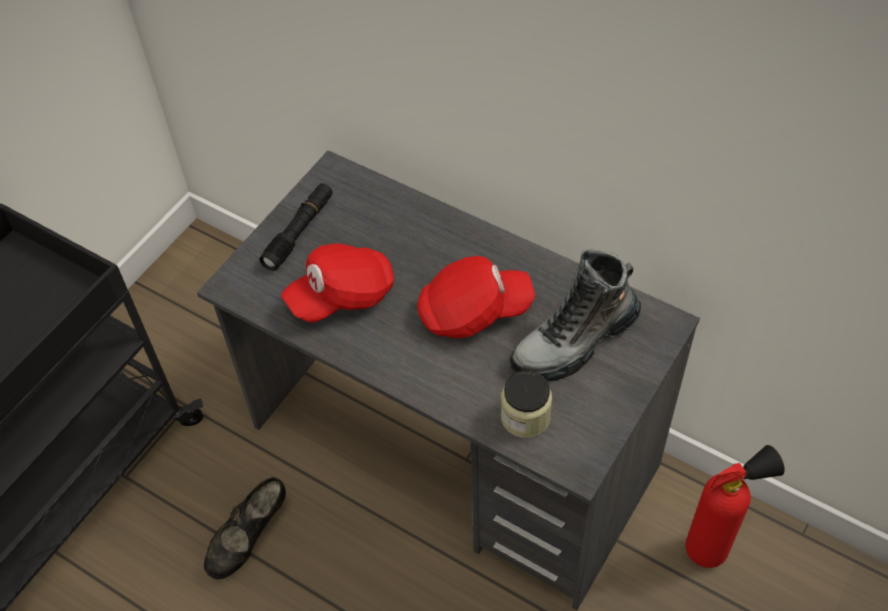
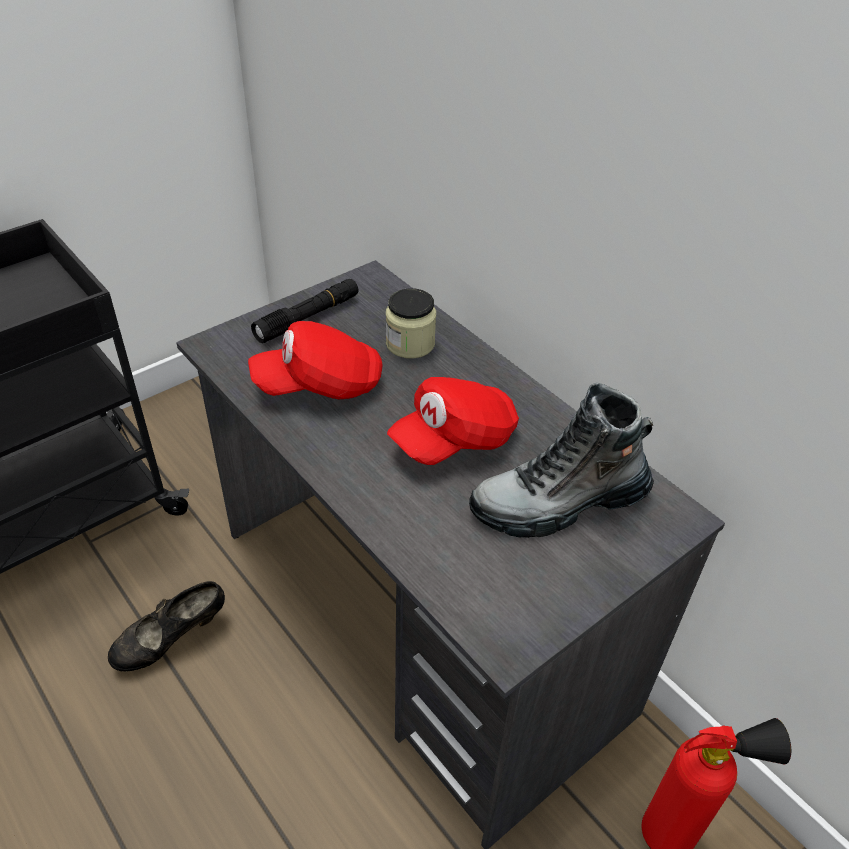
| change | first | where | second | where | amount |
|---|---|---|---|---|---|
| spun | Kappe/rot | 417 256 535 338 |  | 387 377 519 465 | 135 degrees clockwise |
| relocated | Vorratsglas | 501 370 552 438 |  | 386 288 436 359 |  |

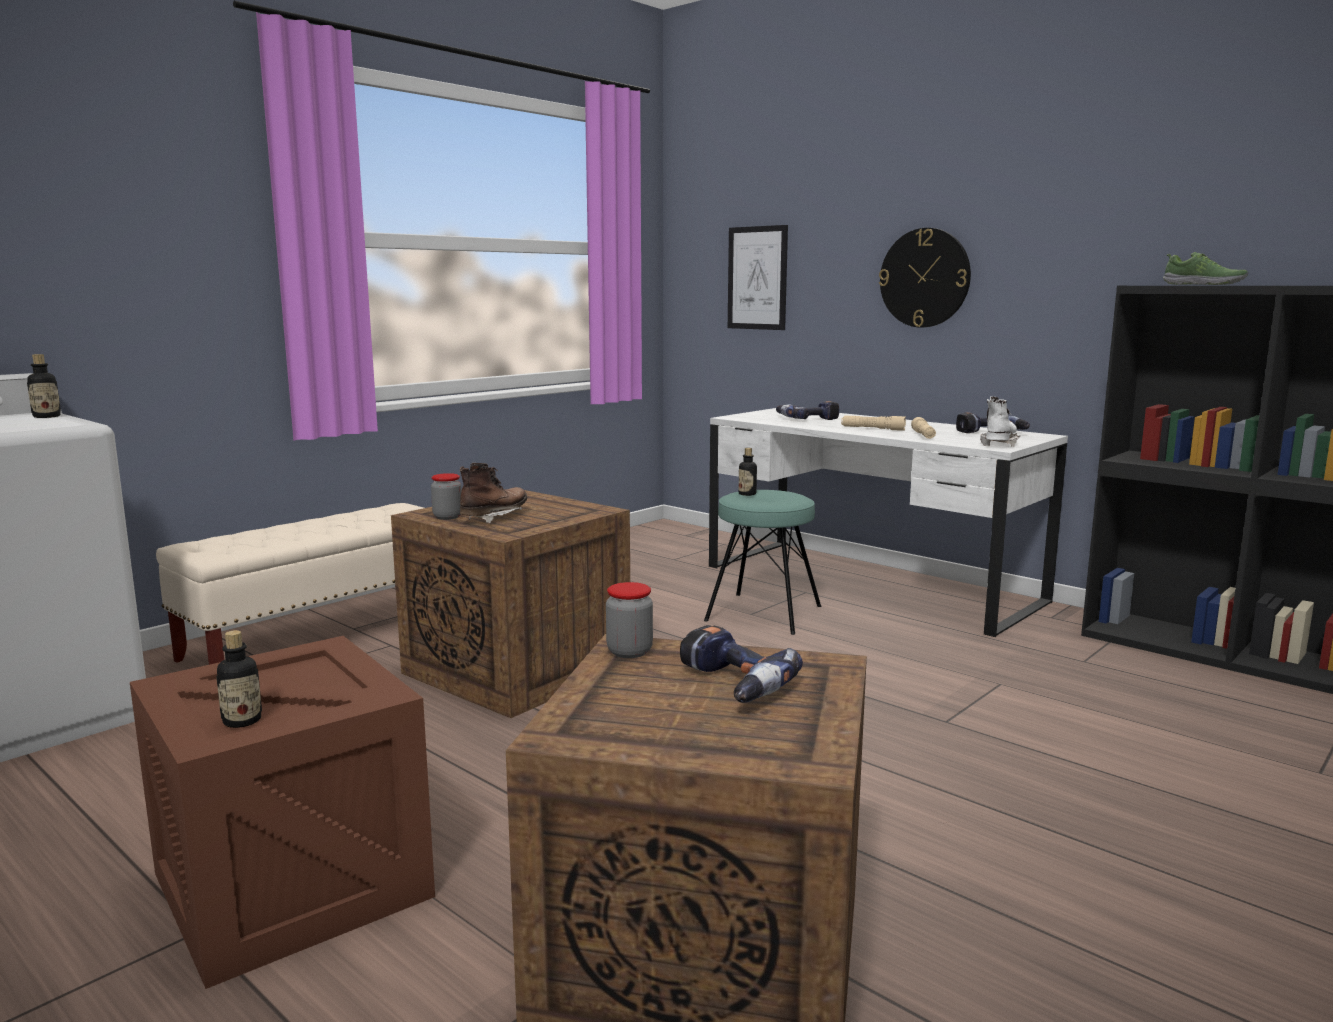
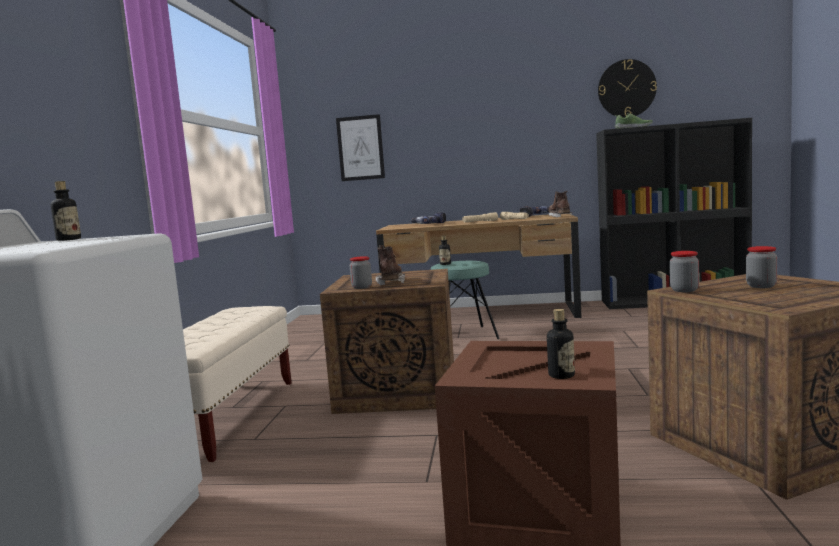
| change | first | where | second | where | amount |
|---|---|---|---|---|---|
| exchanged | Bohrmaschine | 680 625 803 703 | Vorratsglas | 746 246 777 288 |  |
| colour | Schreibtisch/weiß | 709 408 1068 637 | Schreibtisch/braun | 376 214 582 318 |  |
| relocated | Wanduhr | 879 228 971 328 |  | 598 59 657 118 |  |
| colour | Stiefel/weiß | 980 396 1020 447 | Stiefel/braun | 548 191 572 218 |  |

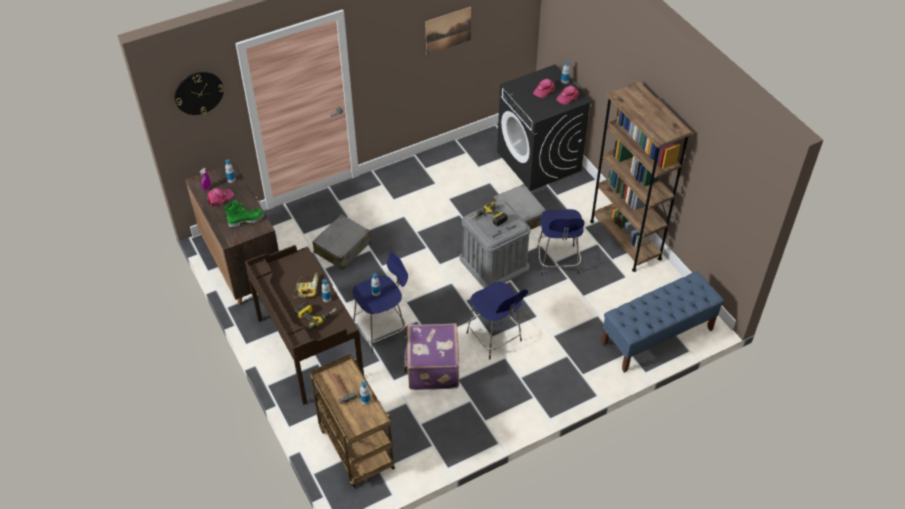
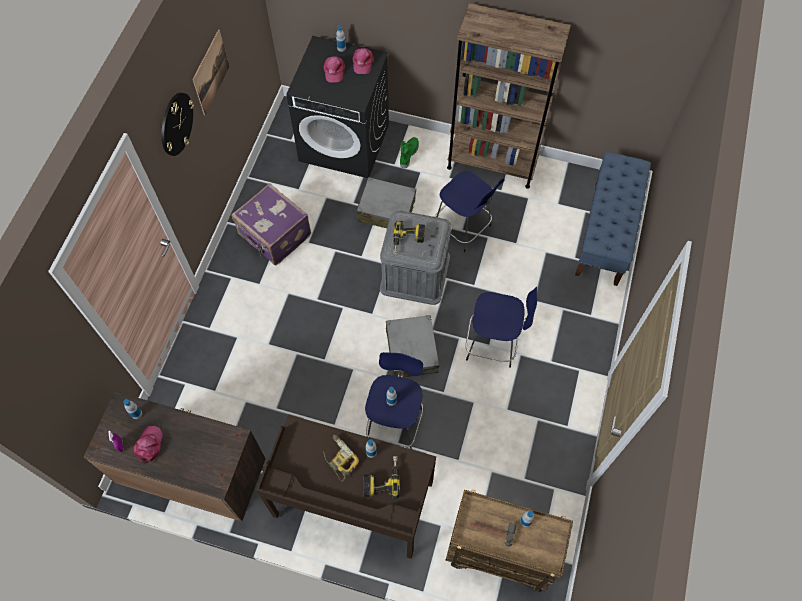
| change | first | where | second | where | amount |
|---|---|---|---|---|---|
| relocated | Wanduhr | 175 72 224 115 |  | 162 93 194 156 |  |
| relocated | Stiefel/grün | 224 200 265 228 |  | 400 137 419 168 |  |
| relocated | Koffer/grau | 312 214 371 270 |  | 386 315 439 377 |  |
| relocated | Koffer/lila | 403 323 459 390 |  | 232 183 311 265 |  |

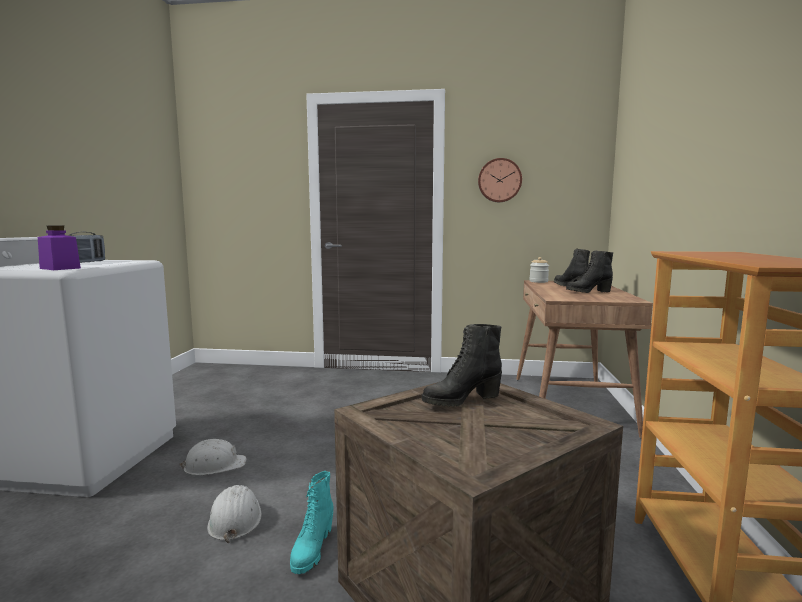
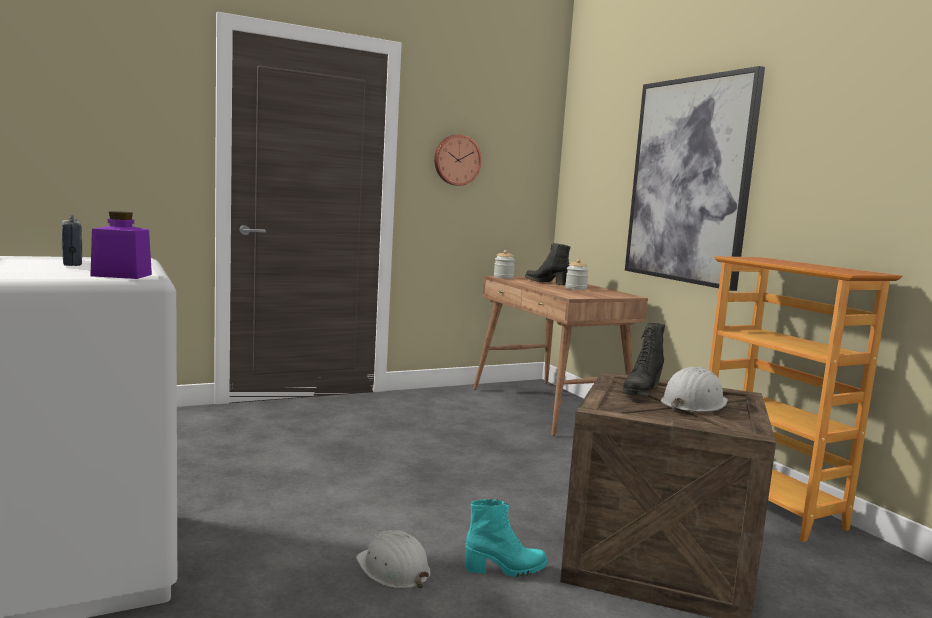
| change | first | where | second | where | amount |
|---|---|---|---|---|---|
| relocated | Schutzhelm/weiß | 179 439 246 475 |  | 661 367 728 412 |  |
| spun | Stiefel/türkis | 290 471 334 574 |  | 465 499 547 577 | 75 degrees counterclockwise |
| exchanged | Stiefel/schwarz | 566 250 613 293 | Vorratsglas | 565 259 589 290 |  |
| appeared |  |  | Bild | 625 66 765 291 |  |

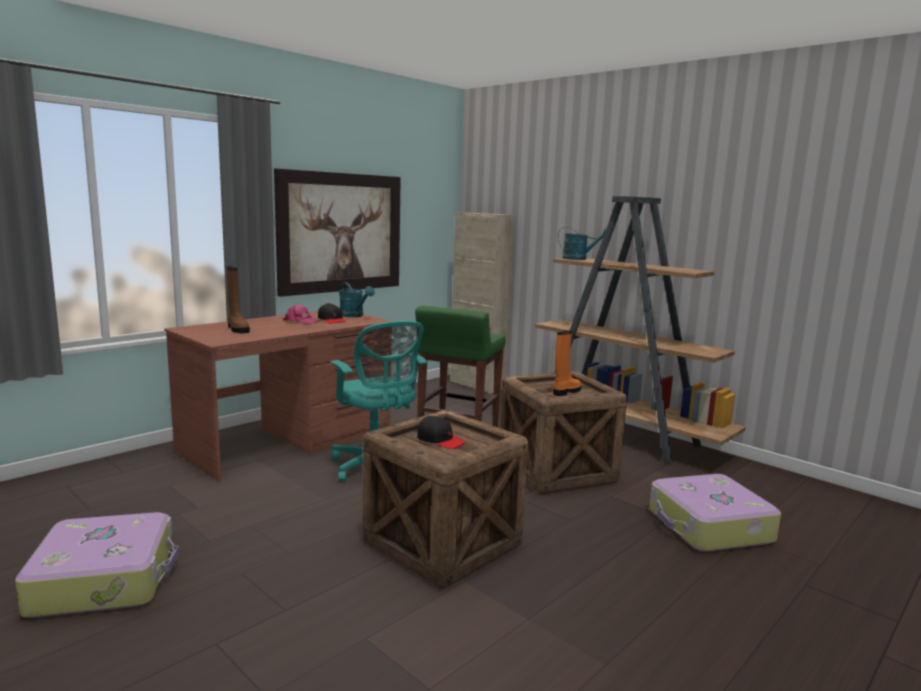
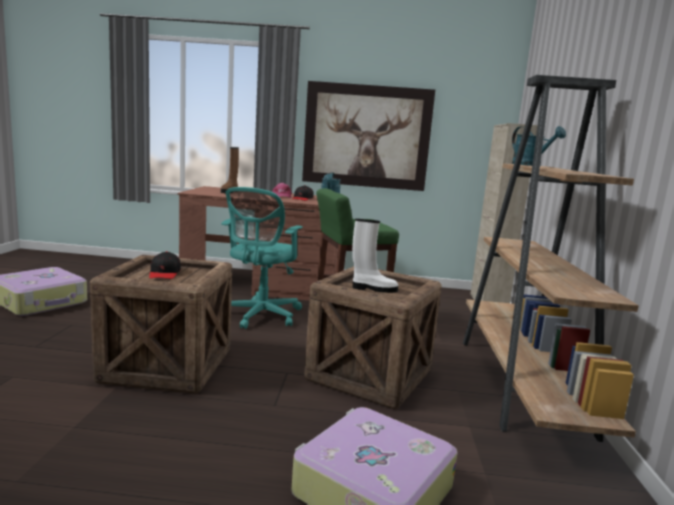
| change | first | where | second | where | amount |
|---|---|---|---|---|---|
| colour | Stiefel/orange | 553 331 582 396 | Stiefel/weiß | 352 219 398 293 |  |

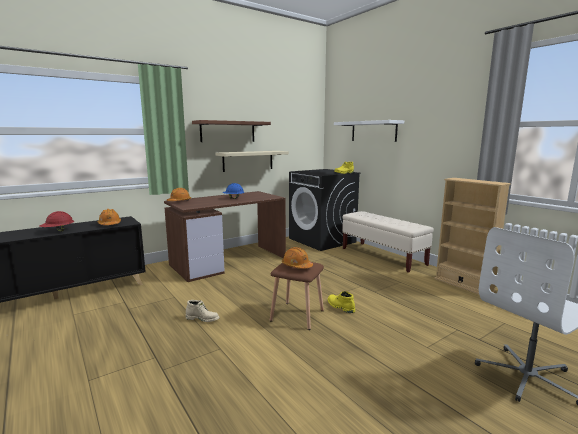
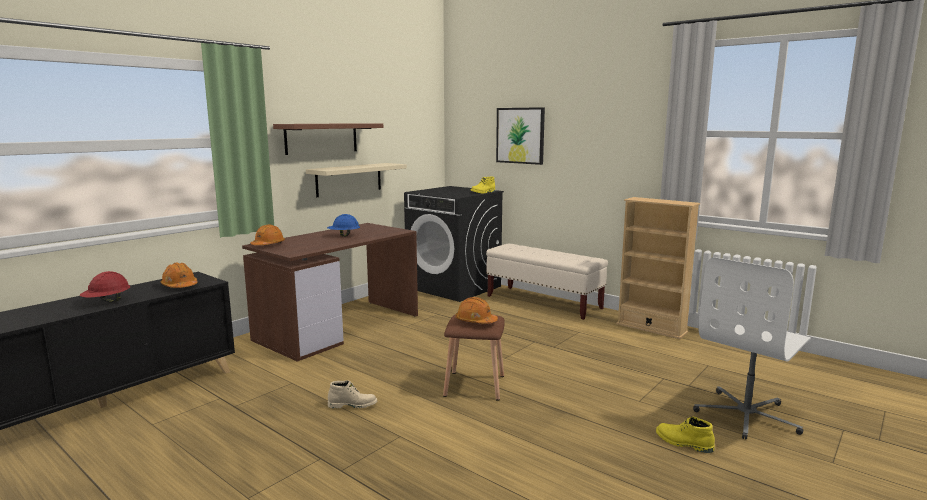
| change | first | where | second | where | amount |
|---|---|---|---|---|---|
| relocated | Stiefel/gelb | 328 291 355 313 |  | 656 416 715 453 |  |
| exchanged | Wandregal/weiß | 334 120 404 142 | Bild | 496 107 545 165 |  |

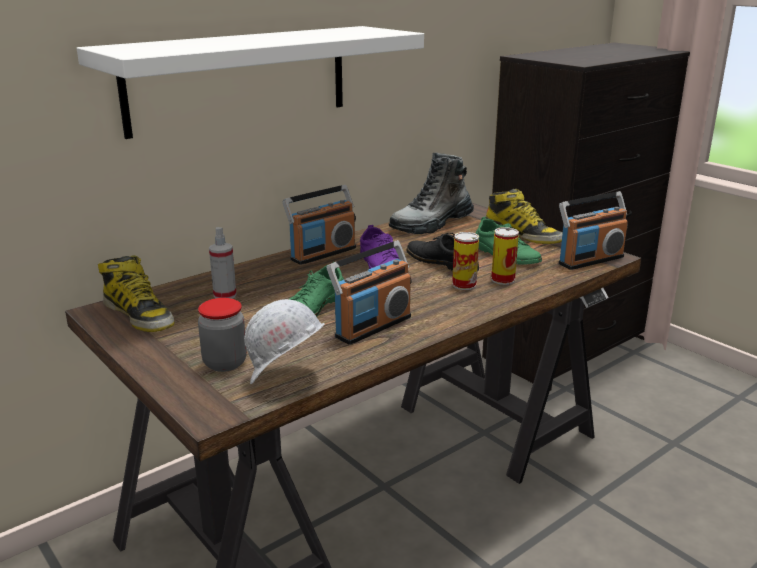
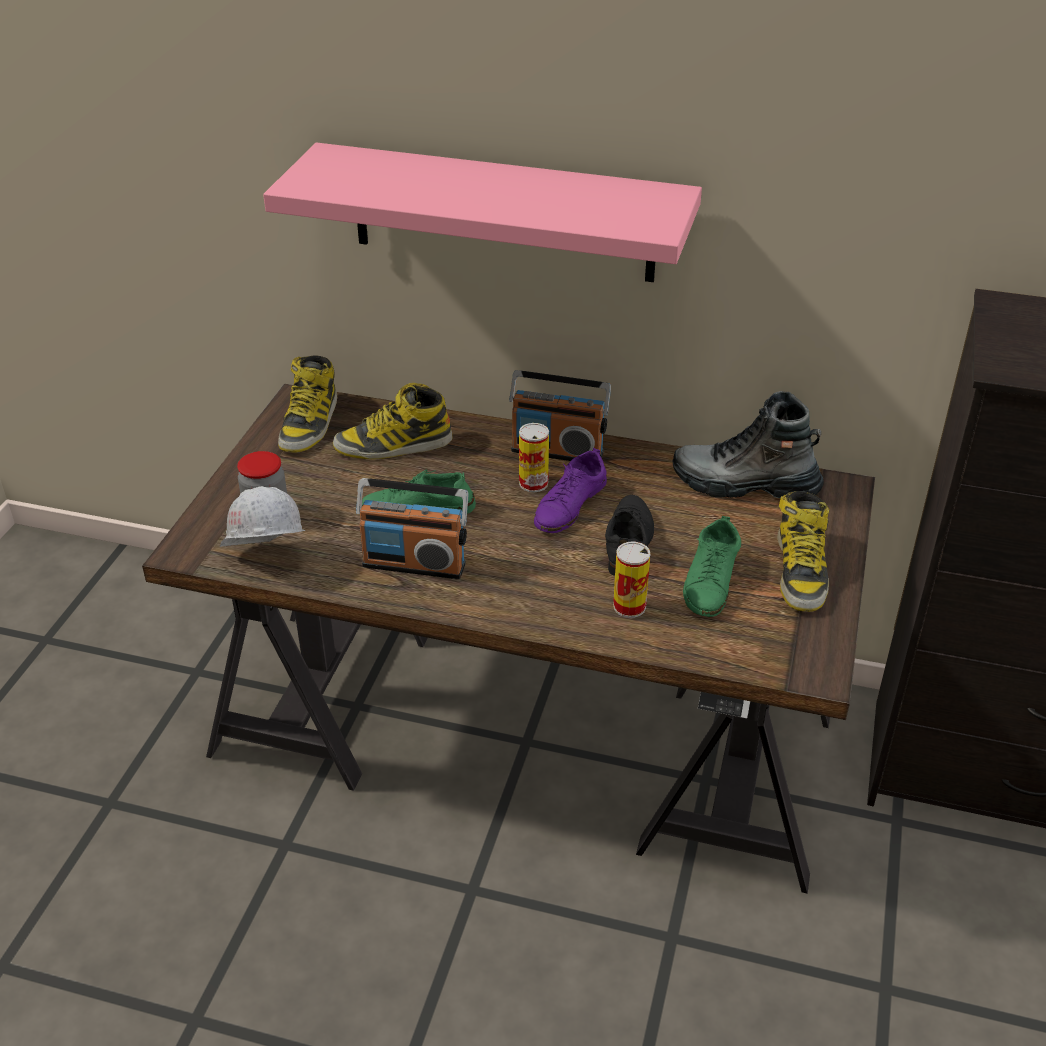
| change | first | where | second | where | amount |
|---|---|---|---|---|---|
| colour | Wandregal/weiß | 77 26 424 139 | Wandregal/rosa | 263 142 702 282 |  |
| exchanged | Sprühflasche | 209 227 237 299 | Stiefel | 333 383 452 459 |  |
| relocated | Dose | 452 232 479 290 |  | 519 423 549 492 |  |
| missing | Radio | 559 191 628 270 |  |  |  |

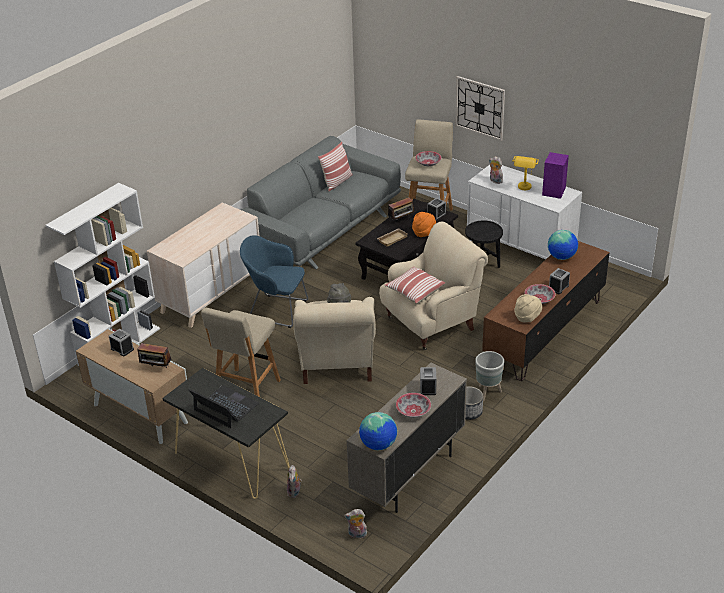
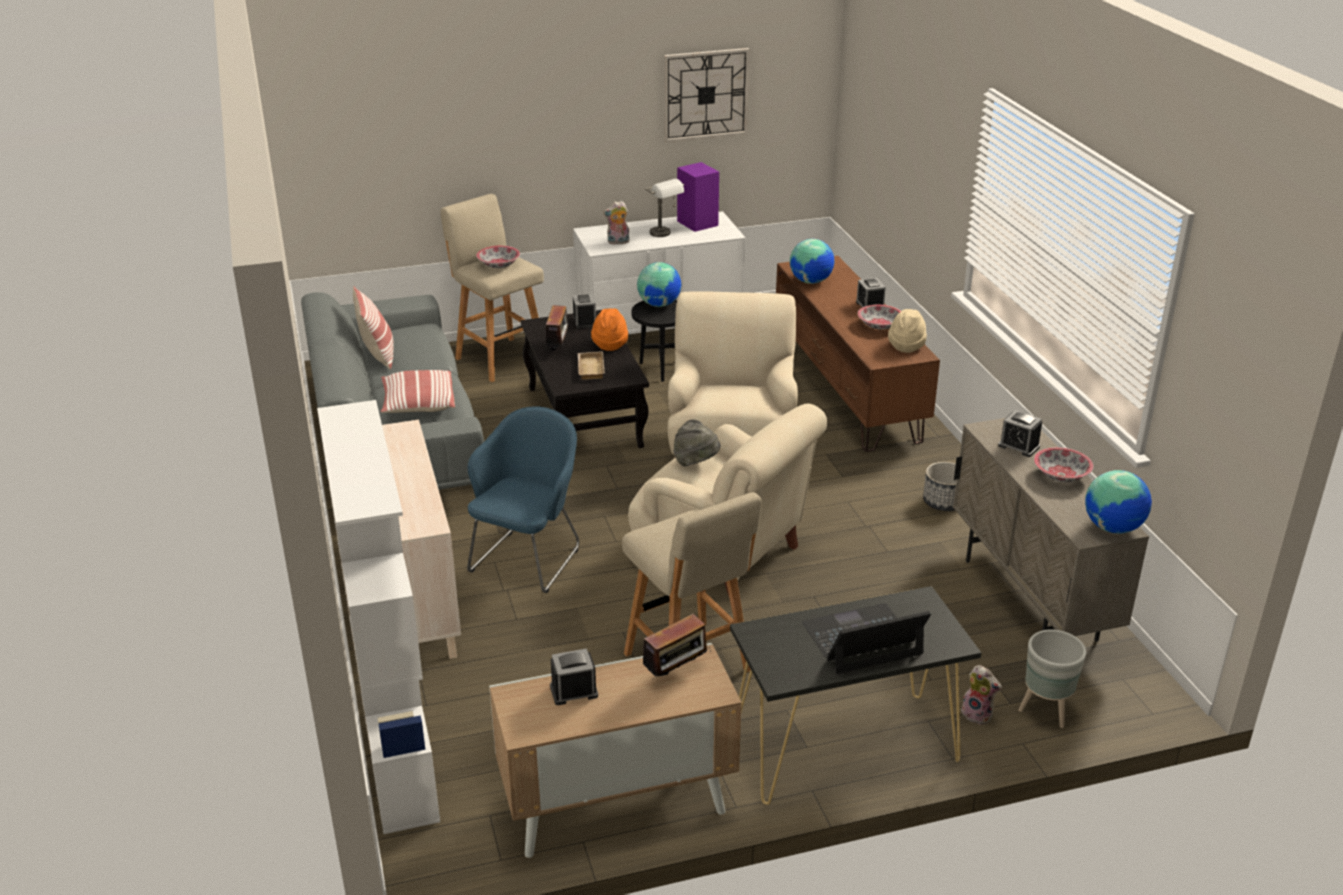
| change | first | where | second | where | amount |
|---|---|---|---|---|---|
| spun | Sessel/blau | 240 235 308 328 |  | 467 406 579 593 | 150 degrees clockwise |
| missing | Plüschtier | 344 509 367 538 |  |  |  |
| relocated | Kissen | 385 266 445 304 |  | 381 370 455 413 |  |
| relocated | Wanduhr | 455 76 505 141 |  | 664 48 750 142 |  |
| relocated | Pflanzkübel/grau | 475 351 504 401 |  | 1018 629 1086 728 |  |
| colour | Tischlampe/gelb | 512 156 539 190 | Tischlampe/grau | 645 179 684 237 |  |
| appeared |  |  | Globus | 637 262 681 307 |  |

